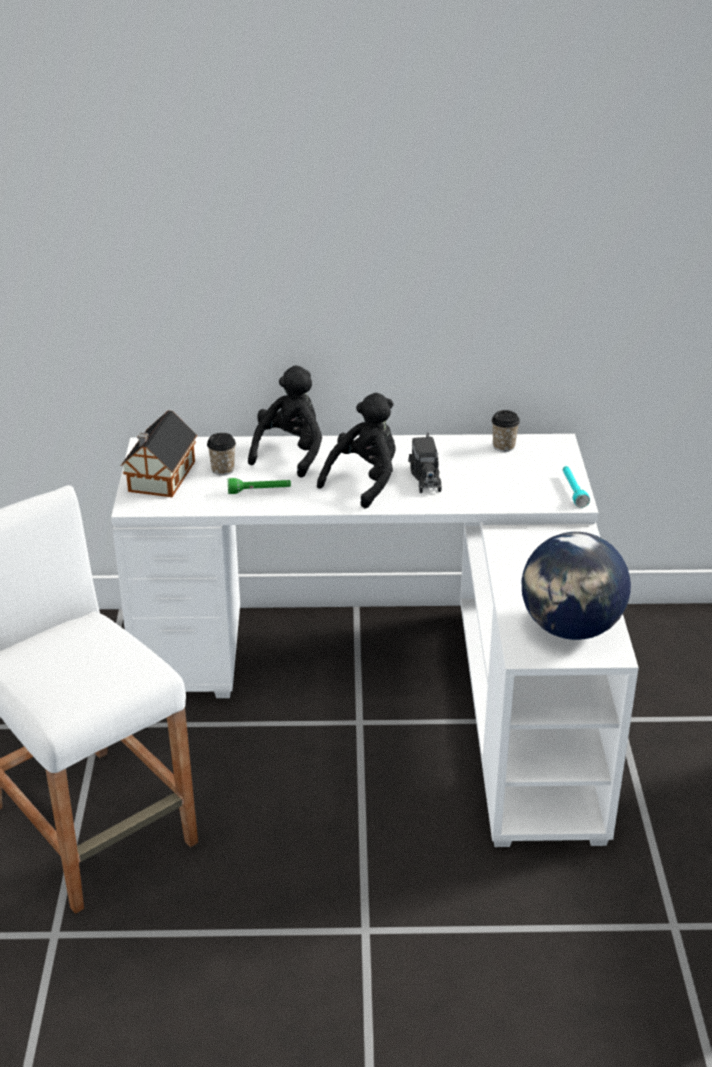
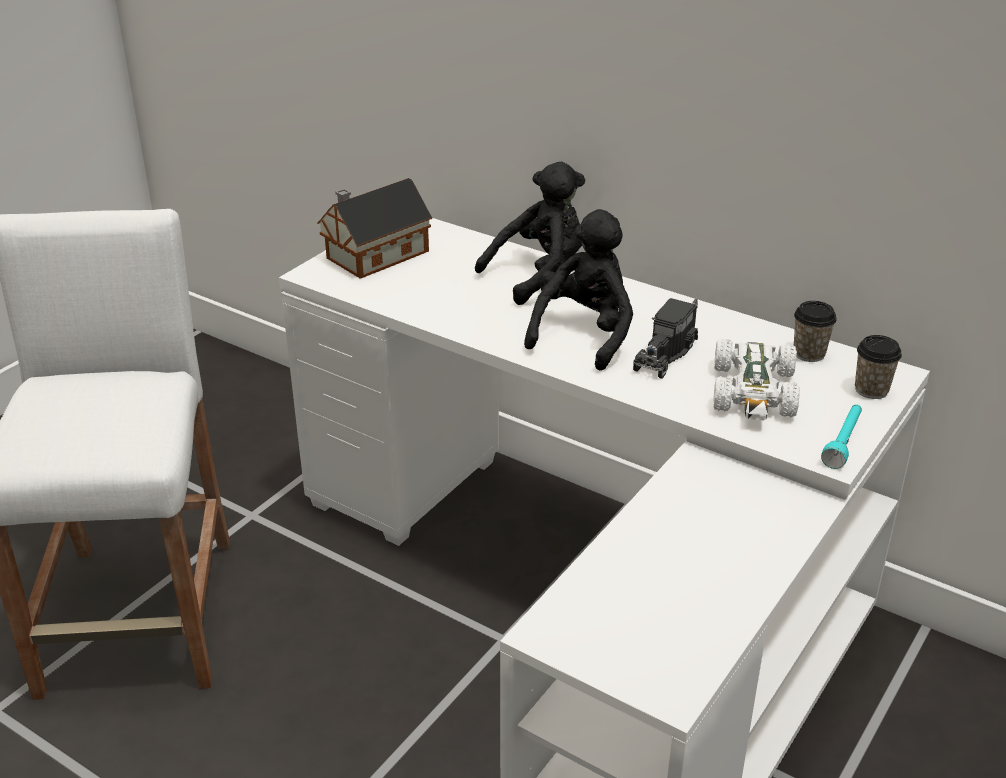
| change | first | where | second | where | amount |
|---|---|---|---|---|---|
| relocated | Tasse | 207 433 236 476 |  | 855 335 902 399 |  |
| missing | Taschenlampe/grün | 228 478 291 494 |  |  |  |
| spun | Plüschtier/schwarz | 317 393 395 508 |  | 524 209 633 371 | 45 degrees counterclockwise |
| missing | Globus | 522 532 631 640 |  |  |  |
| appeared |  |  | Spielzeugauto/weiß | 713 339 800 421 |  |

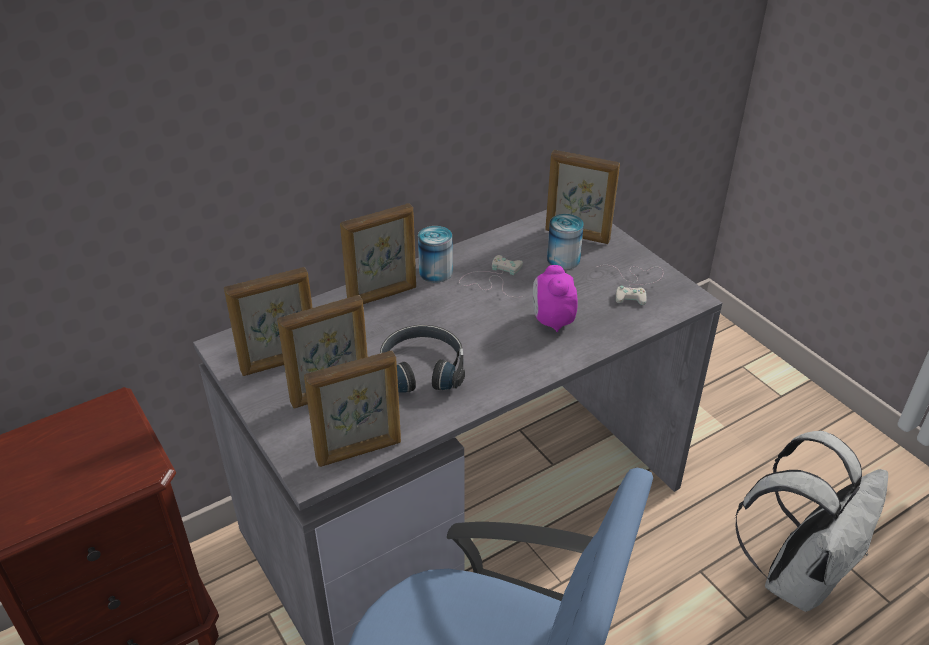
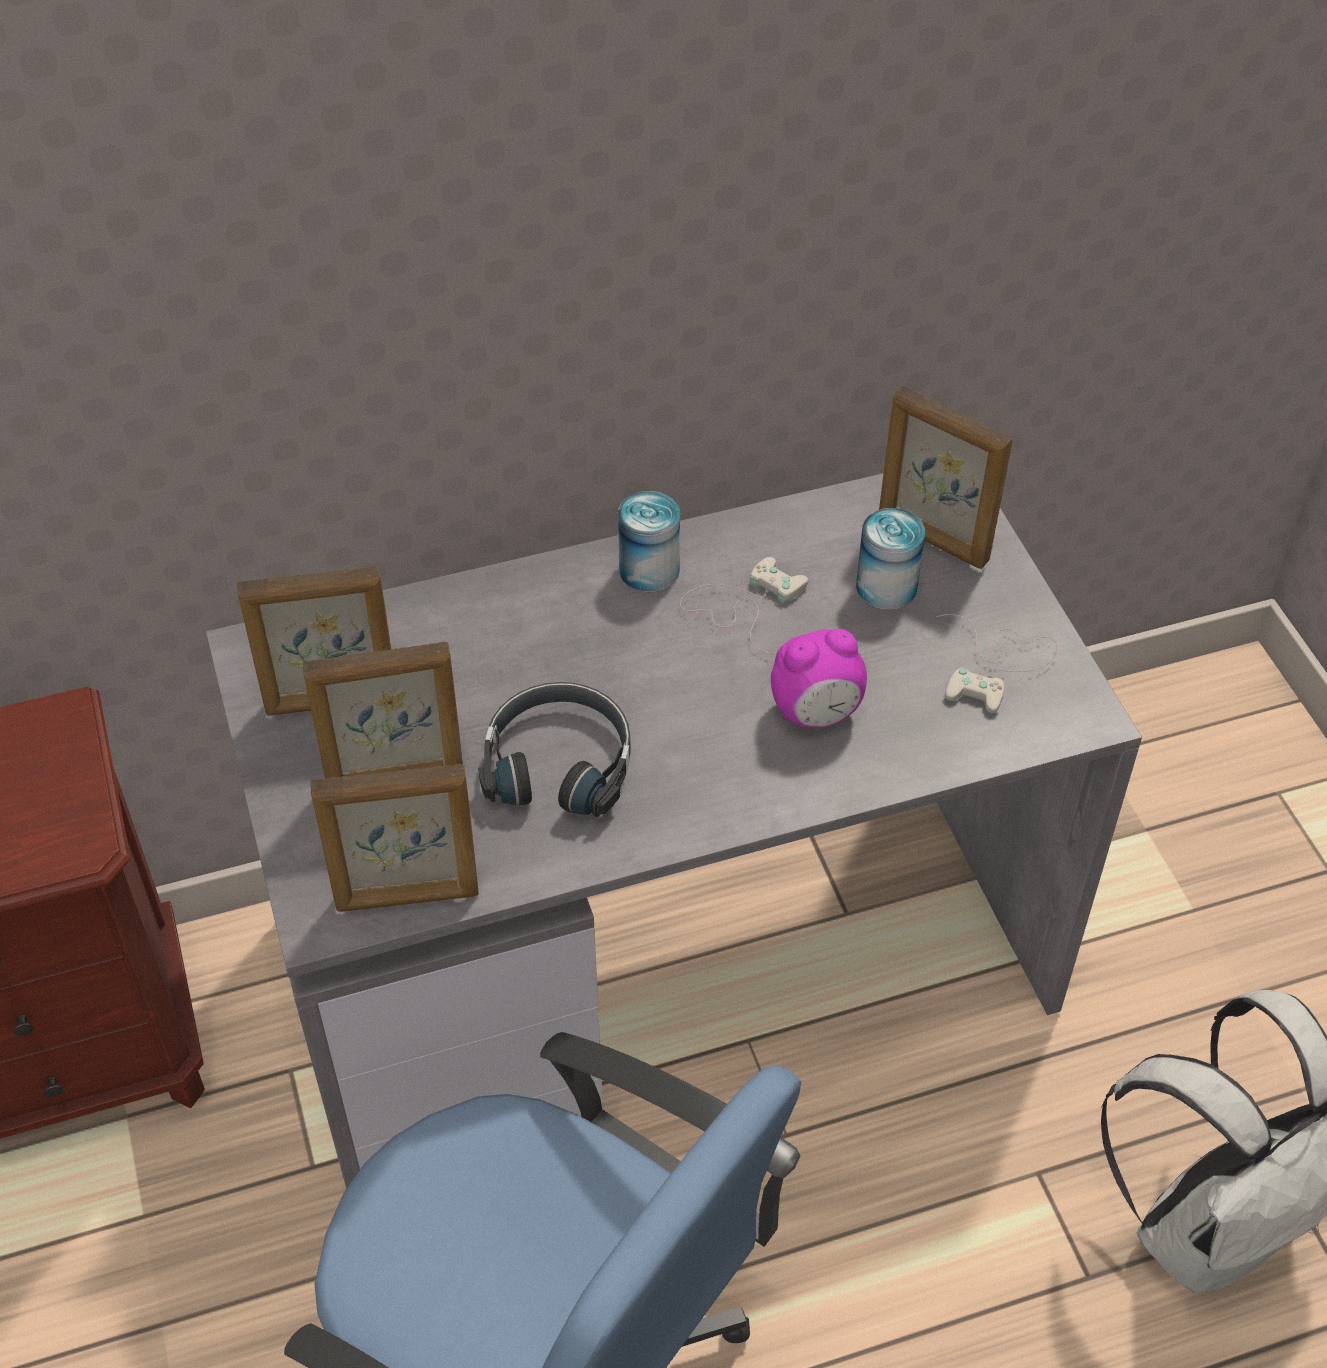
| change | first | where | second | where | amount |
|---|---|---|---|---|---|
| missing | Bilderrahmen | 340 203 416 304 |  |  |  |
| spun | Wecker | 533 265 578 332 |  | 771 629 867 728 | 120 degrees counterclockwise |

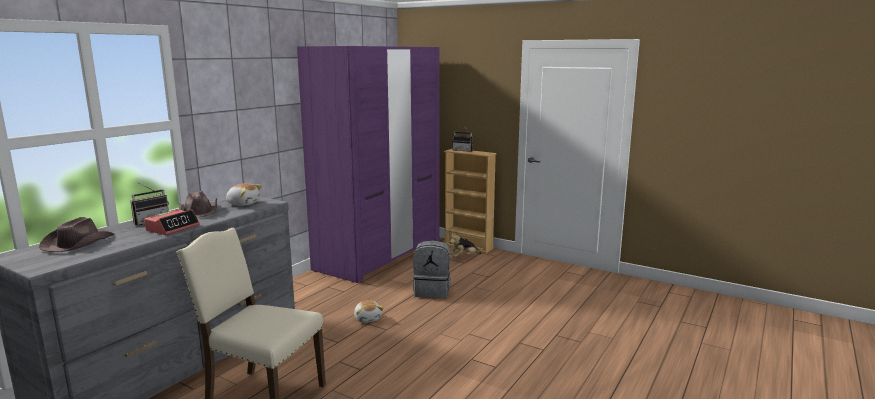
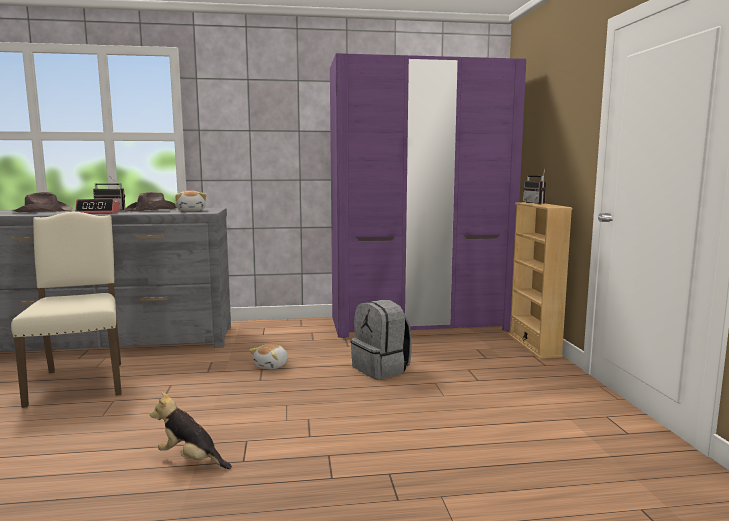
| change | first | where | second | where | amount |
|---|---|---|---|---|---|
| relocated | Plüschtier | 450 232 481 257 |  | 150 392 232 469 |  |

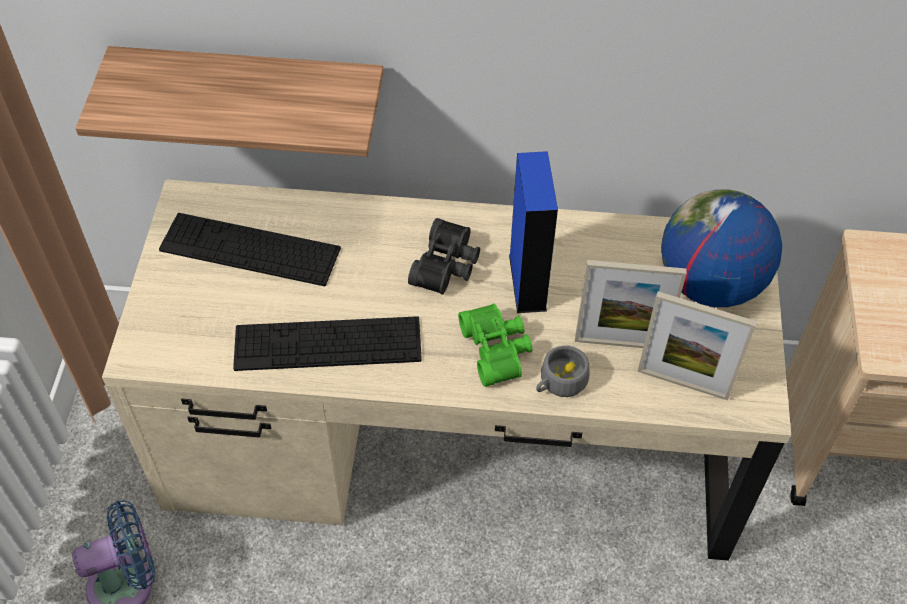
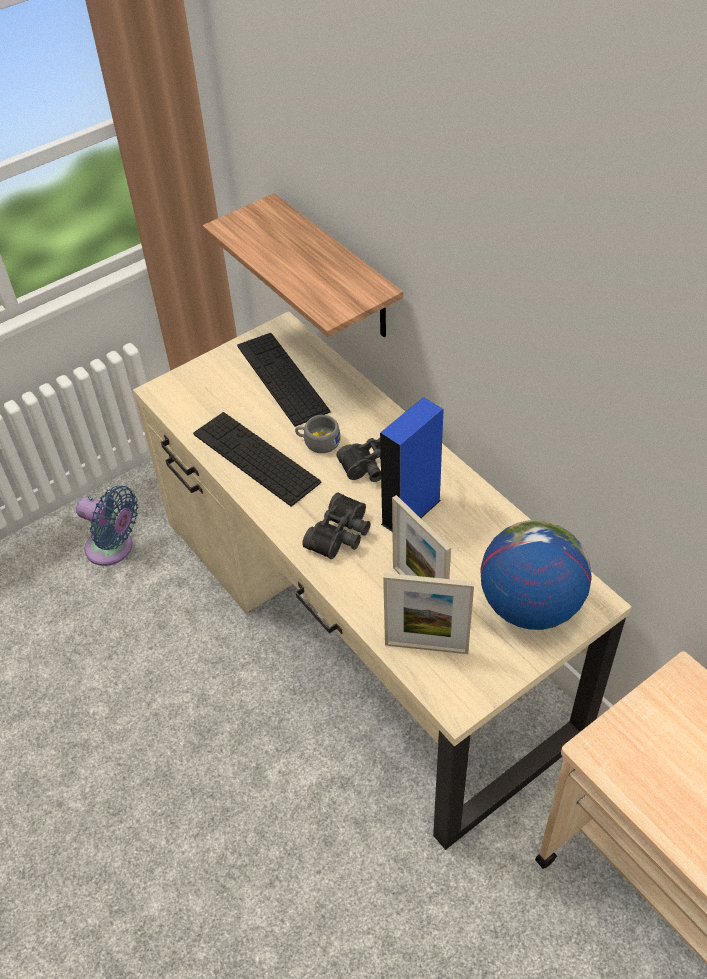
| change | first | where | second | where | amount |
|---|---|---|---|---|---|
| colour | Fernglas/grün | 458 304 532 387 | Fernglas/schwarz | 302 493 371 559 |  |
| relocated | Tasse/grau | 536 345 590 397 |  | 295 415 341 453 |  |
| spun | Bilderrahmen | 637 291 757 400 |  | 383 573 474 654 | 60 degrees counterclockwise |

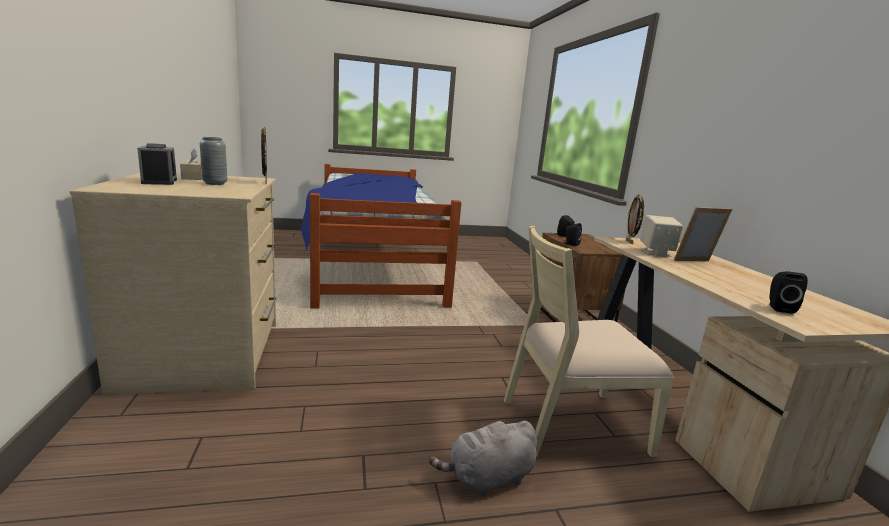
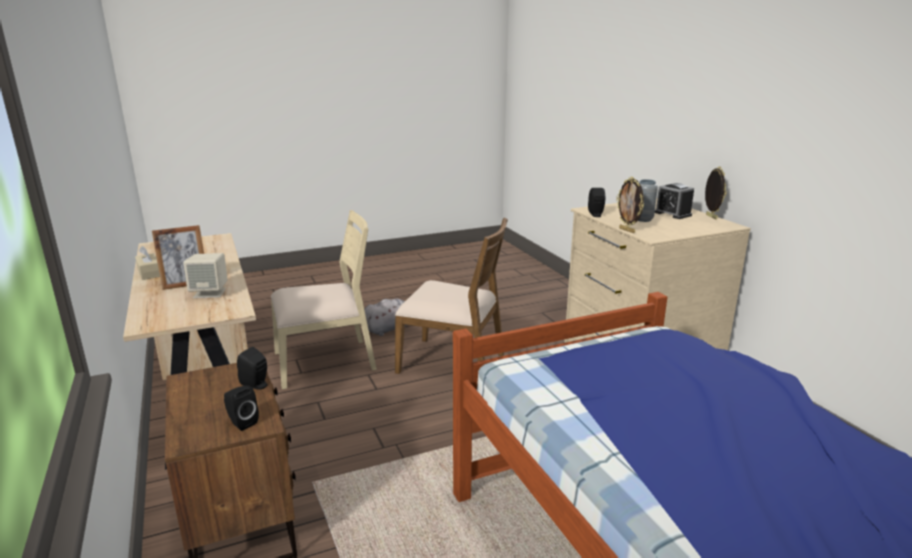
| change | first | where | second | where | amount |
|---|---|---|---|---|---|
| relocated | Taschentuchbox/beige | 180 148 203 180 |  | 135 246 160 280 |  |
| relocated | Bilderrahmen | 626 194 644 244 |  | 705 166 727 220 |  |
| relocated | Lautsprecher/schwarz | 770 271 808 314 |  | 588 188 605 217 |  |
| appeared |  |  | Stuhl/braun | 395 218 508 374 |  |

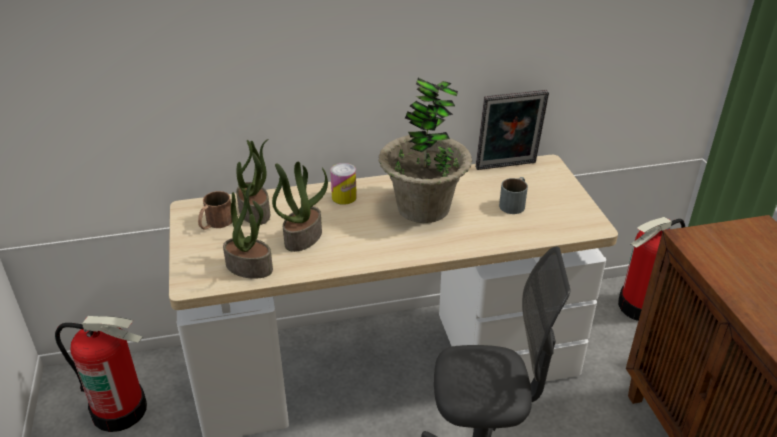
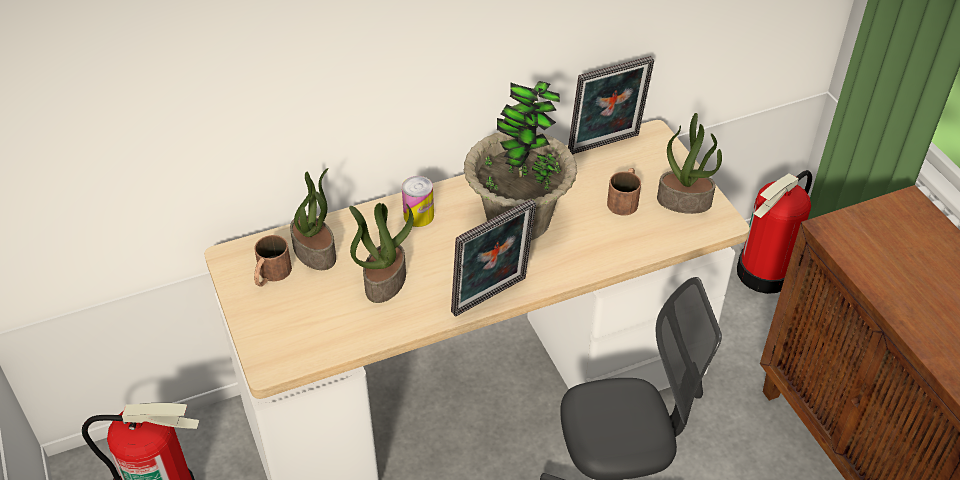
| change | first | where | second | where | amount |
|---|---|---|---|---|---|
| relocated | Topfpflanze | 223 183 273 279 |  | 657 113 722 214 |  |
| colour | Henkelbecher/grau | 499 177 528 214 | Henkelbecher/braun | 607 168 641 216 |  |
| appeared |  |  | Bilderrahmen | 451 199 536 317 |  |

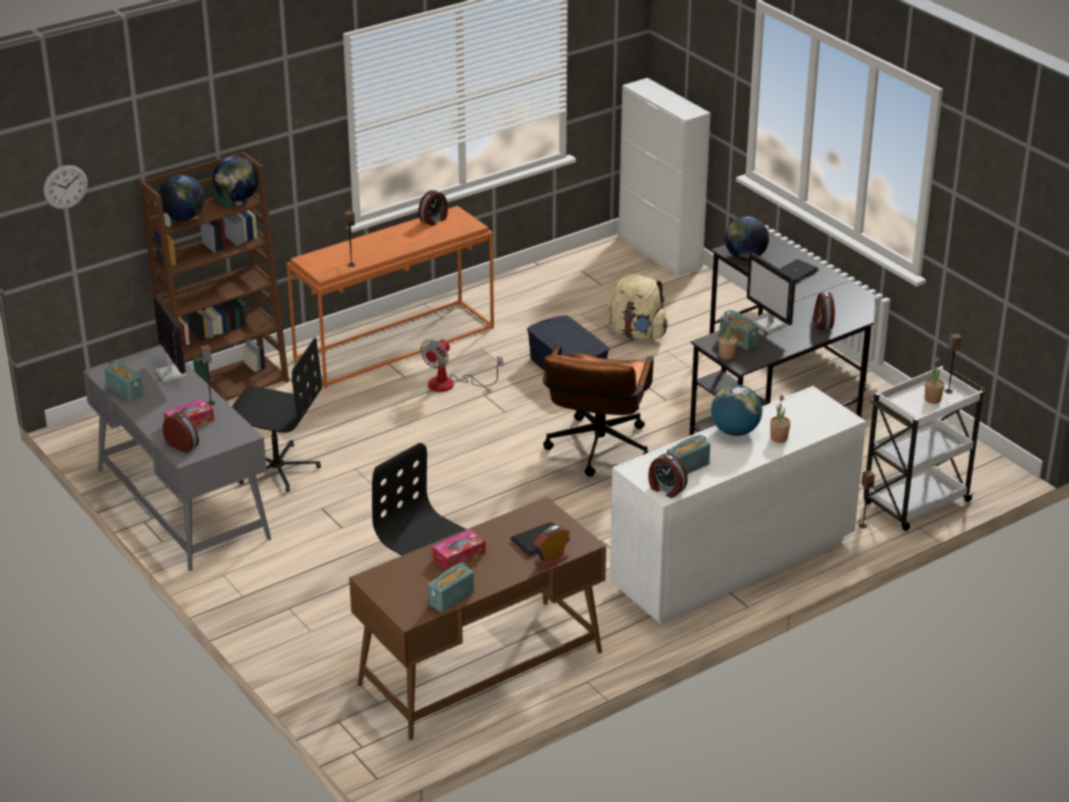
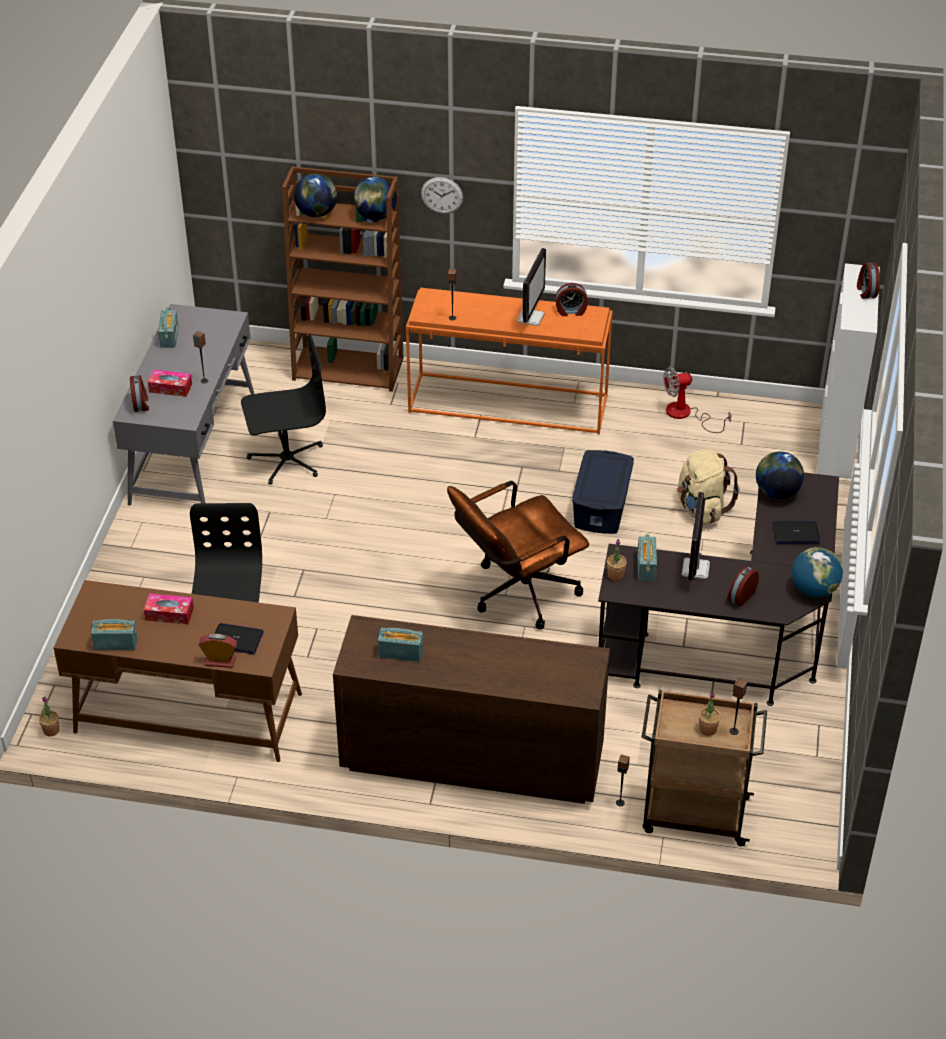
| change | first | where | second | where | amount |
|---|---|---|---|---|---|
| relocated | Wanduhr | 43 165 88 209 |  | 421 177 463 214 |  |
| relocated | Monitor | 154 295 187 382 |  | 517 248 546 326 |  |
| spun | Bürostuhl/schwarz | 232 337 322 492 |  | 241 334 326 485 | 75 degrees counterclockwise |
| relocated | Ventilator | 420 339 503 392 |  | 663 367 731 433 |  |
| colour | Kommode/weiß | 610 386 866 624 | Kommode/braun | 333 615 610 804 |  |
| relocated | Wecker | 648 453 688 498 |  | 857 262 880 299 |  |
| relocated | Globus | 711 385 762 436 |  | 792 547 843 597 |  |
| relocated | Topfpflanze | 770 394 791 443 |  | 39 697 60 736 |  |
| colour | Rollwagen/weiß | 863 366 986 531 | Rollwagen/braun | 642 690 767 846 |  |

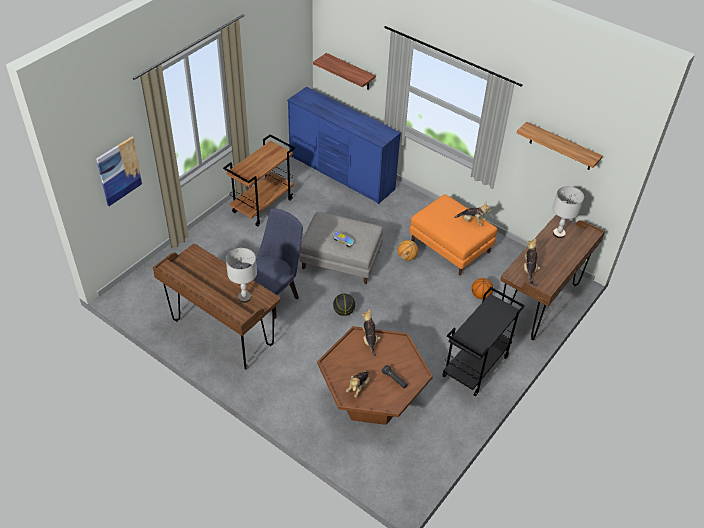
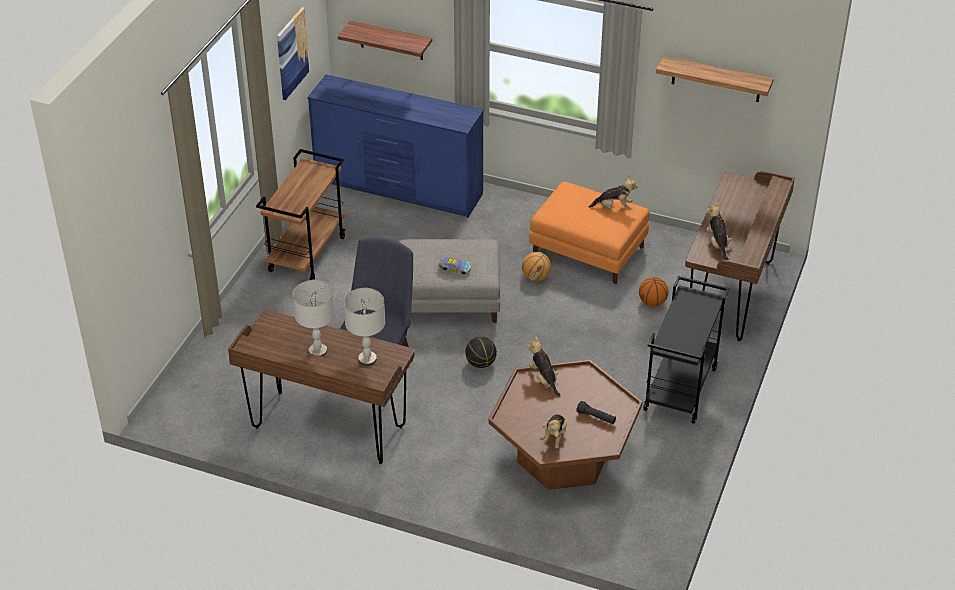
| change | first | where | second | where | amount |
|---|---|---|---|---|---|
| relocated | Bild | 96 137 143 206 |  | 277 7 310 100 |  |
| relocated | Tischlampe/grau | 553 186 584 238 |  | 292 280 335 357 |  |

